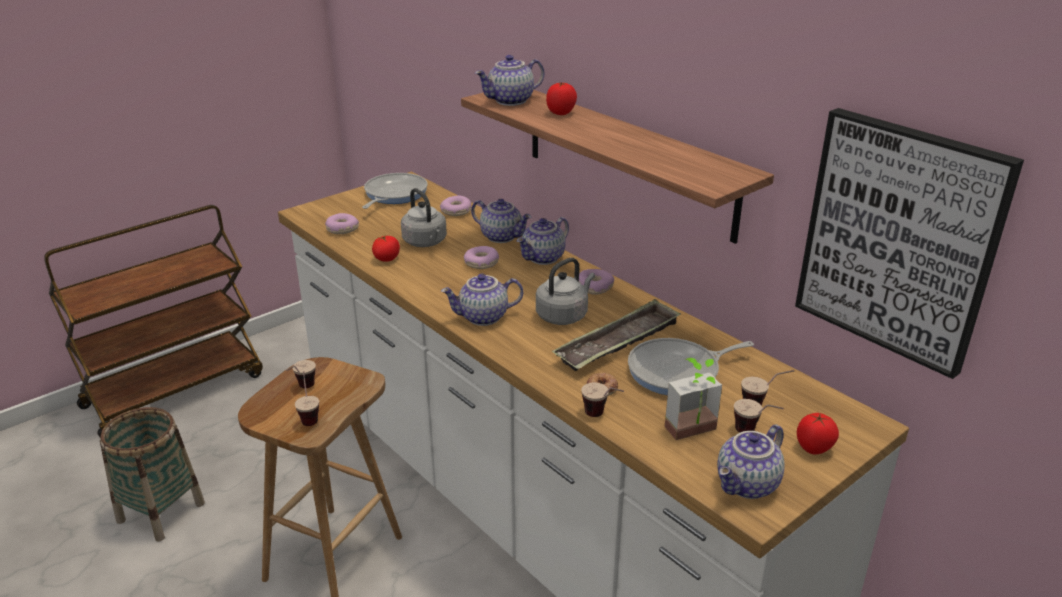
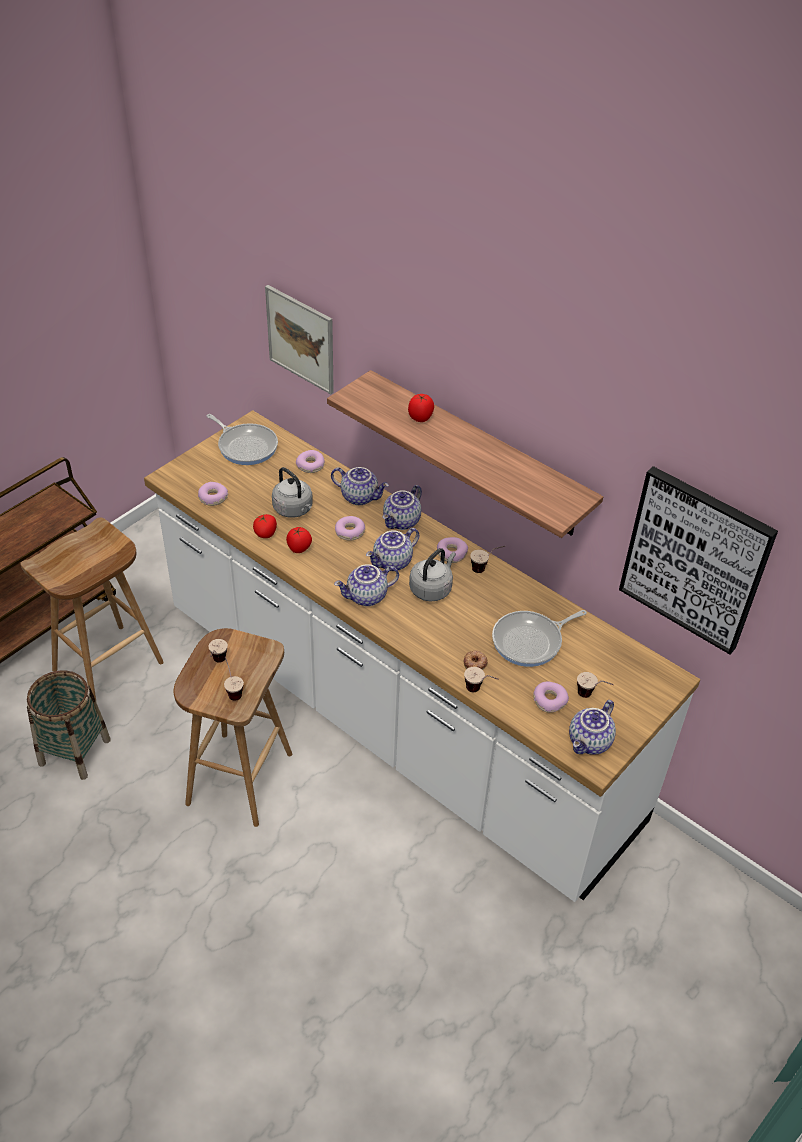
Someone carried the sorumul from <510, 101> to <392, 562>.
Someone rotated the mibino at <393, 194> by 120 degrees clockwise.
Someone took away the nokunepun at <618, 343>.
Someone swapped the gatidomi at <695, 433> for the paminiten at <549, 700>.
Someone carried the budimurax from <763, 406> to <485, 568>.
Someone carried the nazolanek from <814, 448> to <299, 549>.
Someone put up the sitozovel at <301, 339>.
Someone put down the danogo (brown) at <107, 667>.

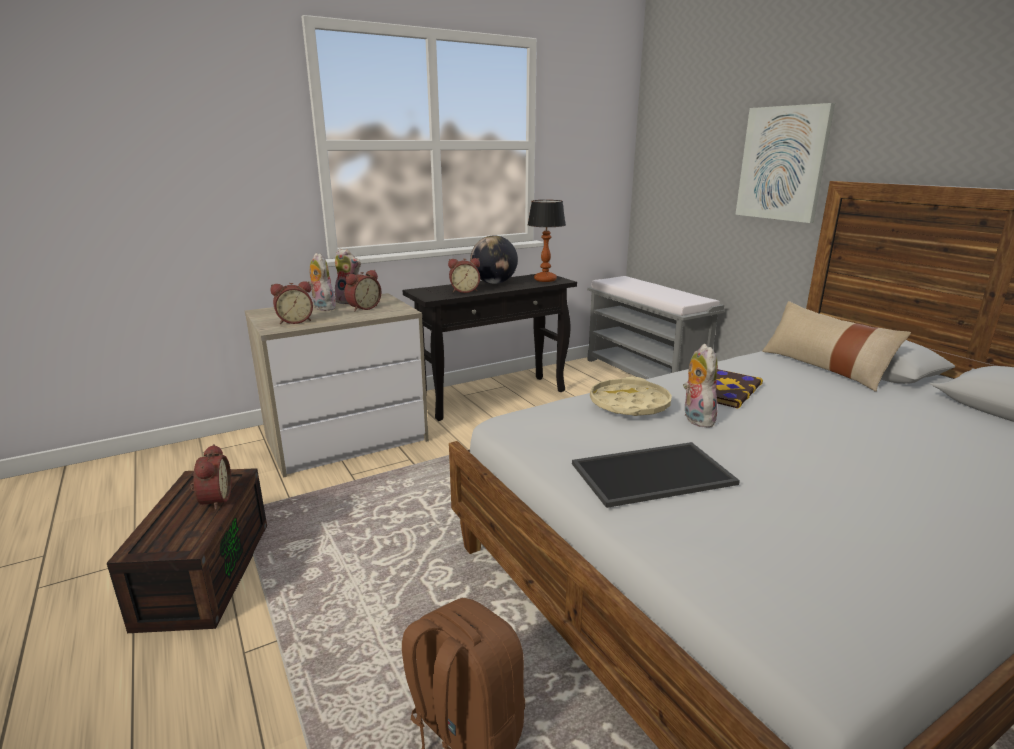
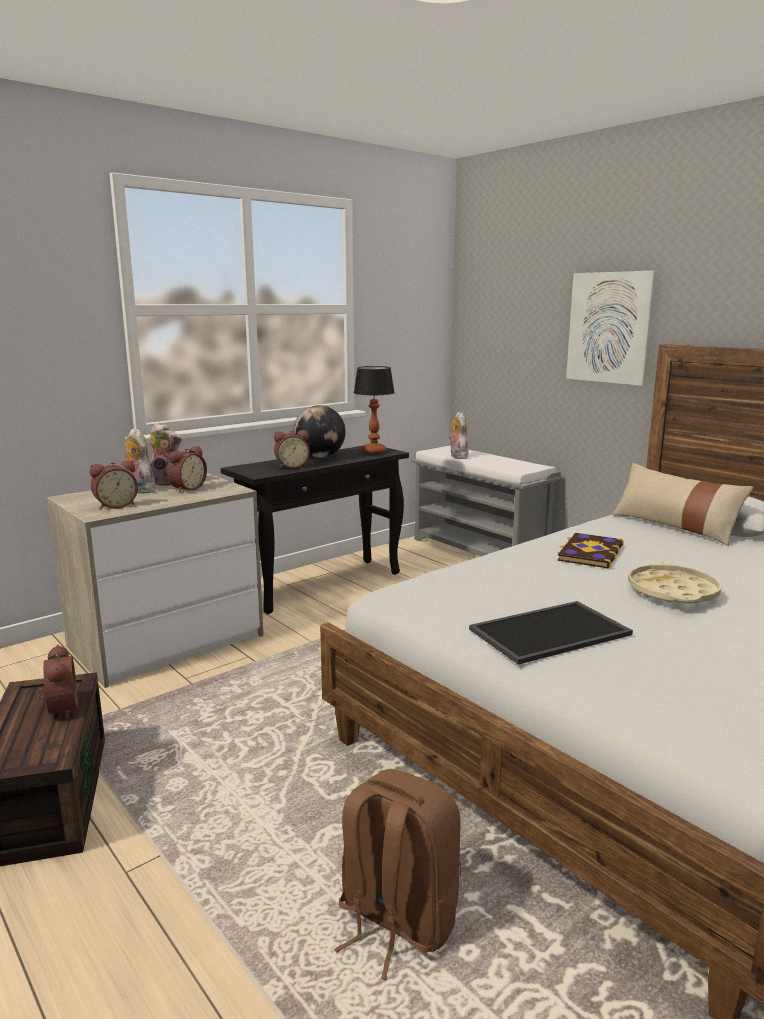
Someone carried the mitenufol from <695, 418> to <457, 457>.
Someone carried the nokunepun (beige) from <629, 404> to <672, 592>.

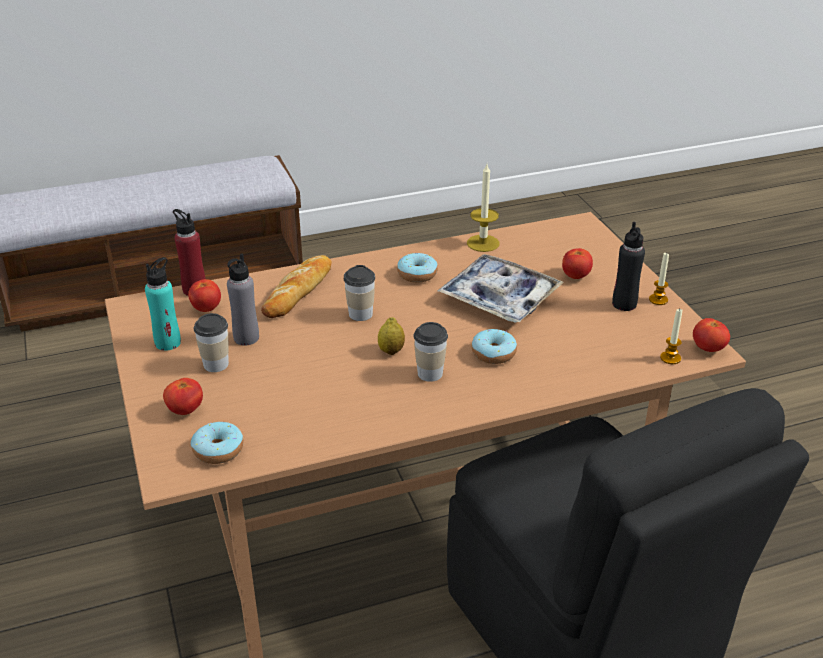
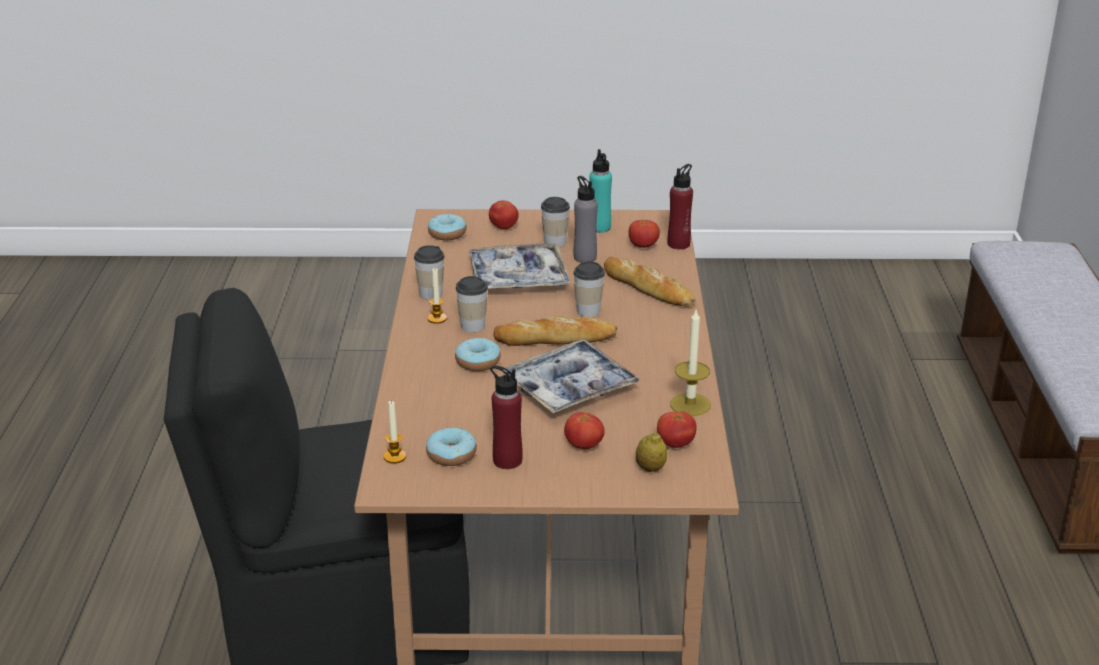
Someone repainted the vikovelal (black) at <624, 304>, which became the vikovelal (red) at <507, 460>.
Someone carried the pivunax from <658, 300> to <437, 318>.
Someone carried the paminiten from <417, 274> to <451, 455>.
Someone carried the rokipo from <391, 351> to <650, 468>.
Someone carried the nazolanek from <708, 349> to <675, 444>.
Someone put down the nokunepun at <518, 278>.
Someone put down the budimurax at <430, 294>.
Someone put down the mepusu at <556, 339>.

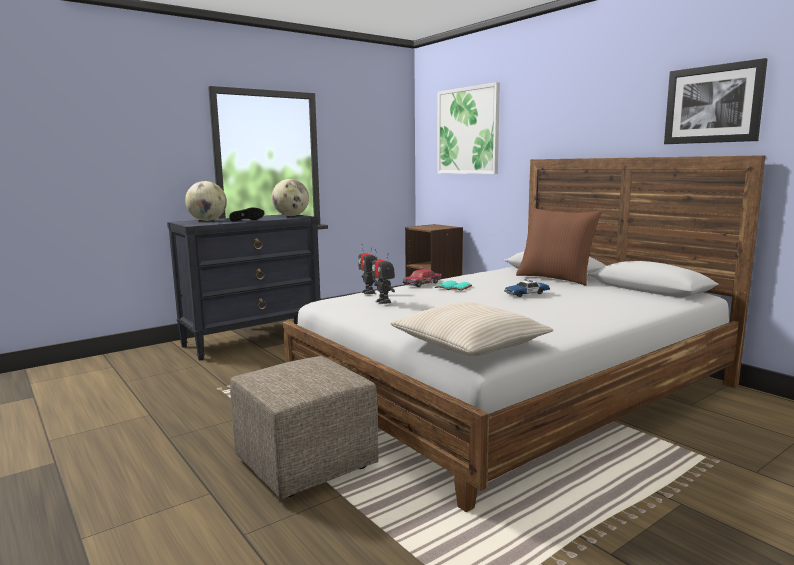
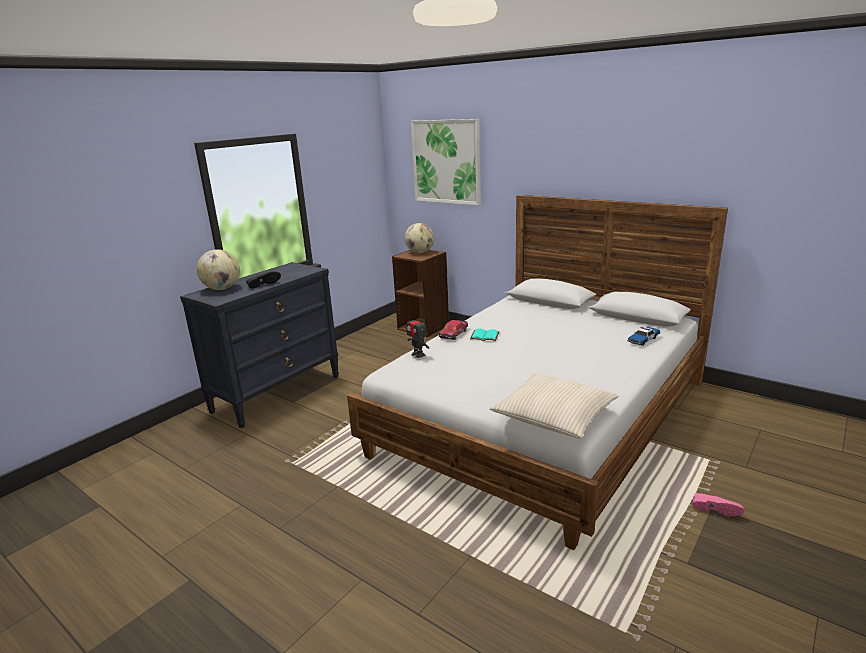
Someone took away the sitozovel at <713, 104>.
Someone carried the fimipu from <291, 216> to <420, 252>.
Someone took away the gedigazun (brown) at <555, 278>.
Someone took away the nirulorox at <383, 301>.
Someone carried the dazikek from <526, 293> to <643, 340>.
Someone took away the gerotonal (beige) at <307, 464>.
Someone put down the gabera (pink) at <715, 509>.

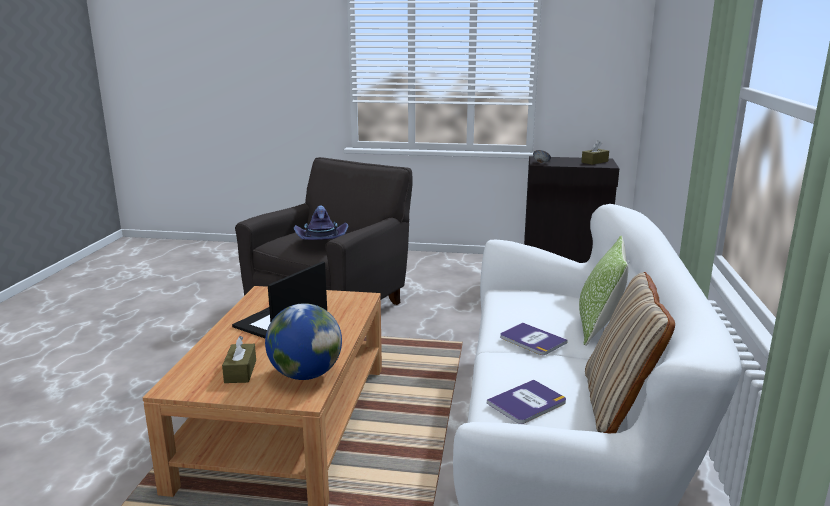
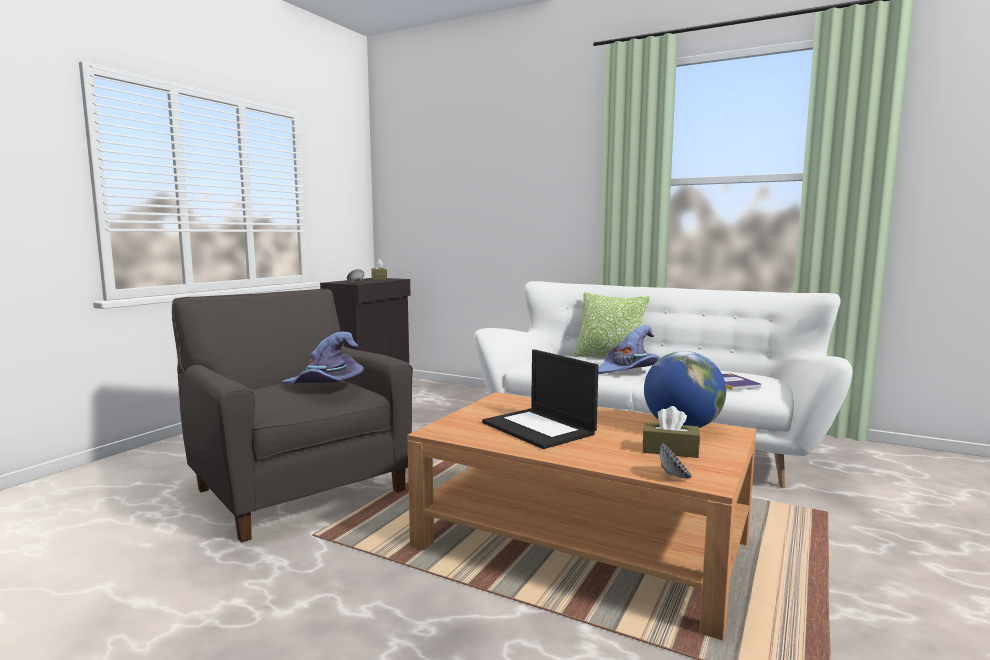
Someone took away the gedigazun (beige) at <618, 404>.
Someone swapped the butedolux at <532, 340> for the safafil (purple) at <629, 370>.
Someone put down the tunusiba at <674, 476>.

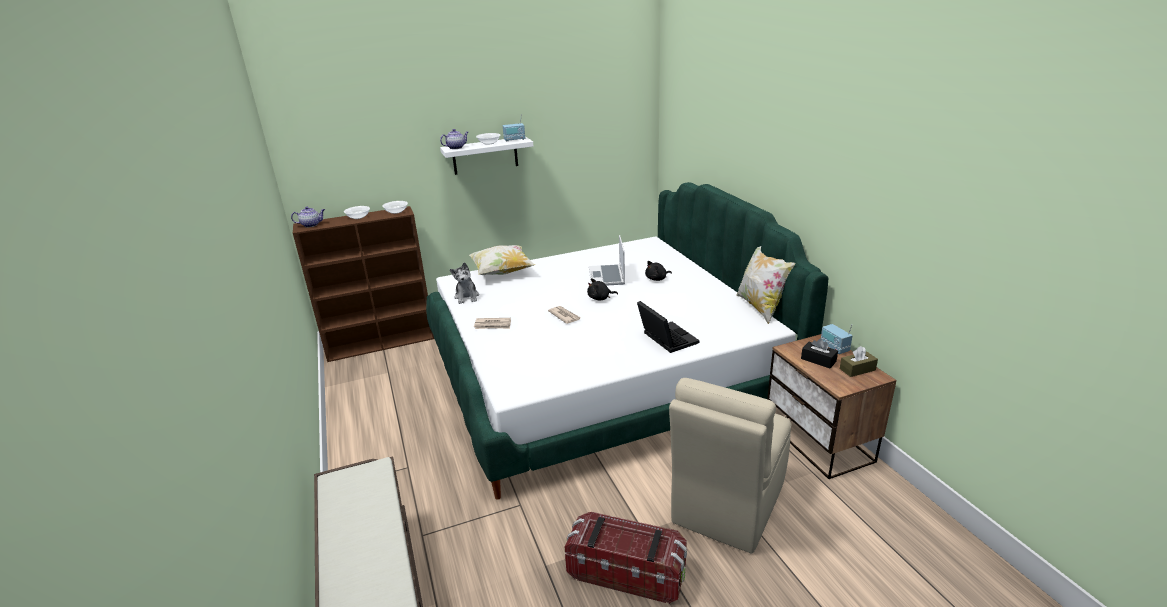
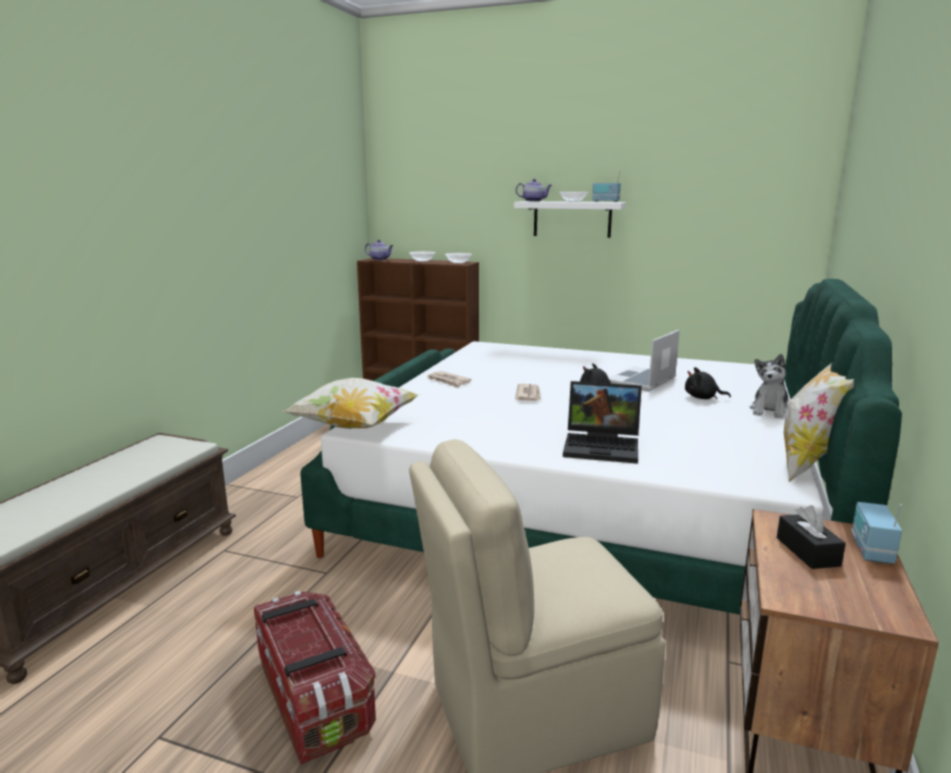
Someone carried the gedigazun from <502, 272> to <354, 426>.
Someone carried the mitenufol from <467, 297> to <770, 411>.
Someone rotated the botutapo at <665, 338> by 90 degrees clockwise.
Someone took away the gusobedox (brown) at <857, 369>.

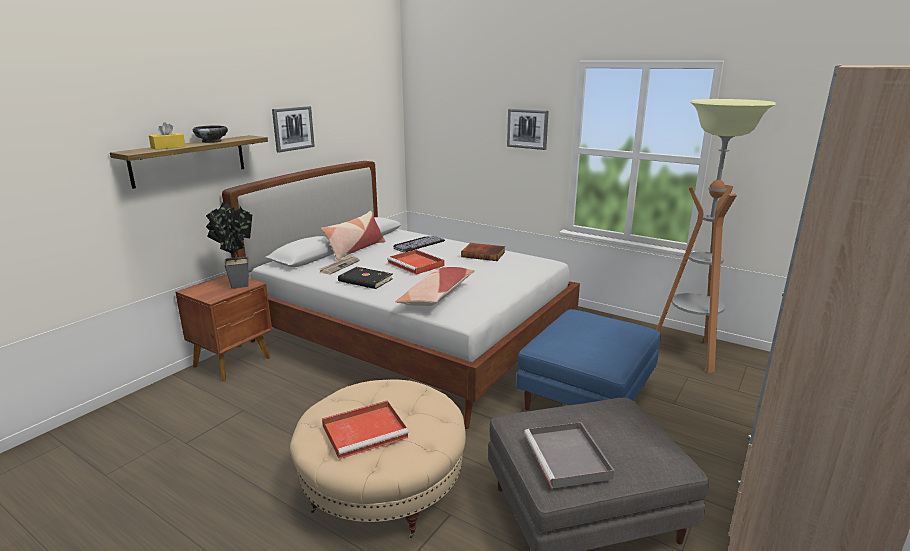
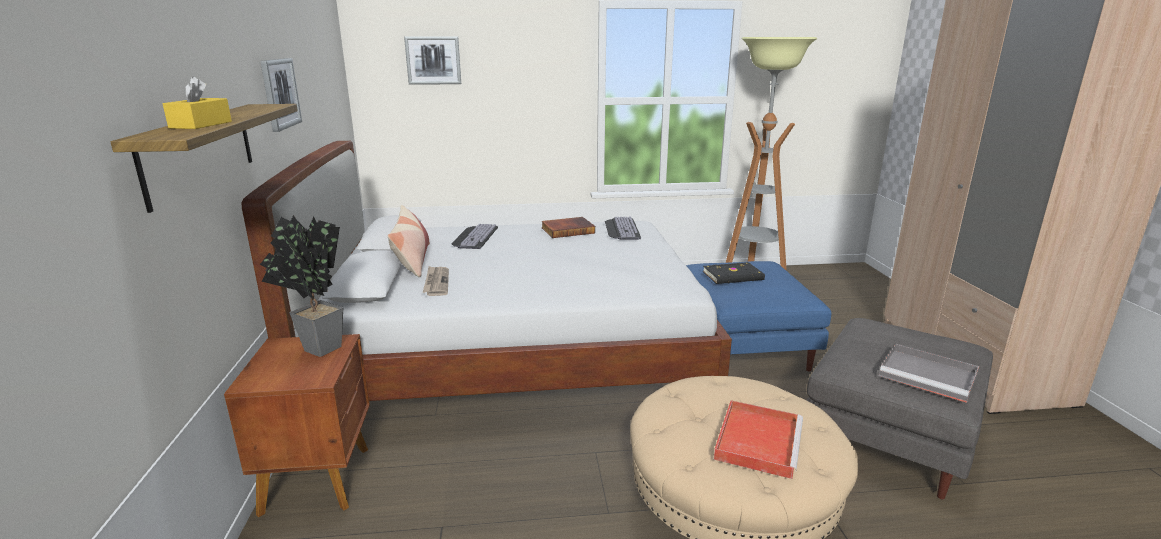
Someone carried the sitozovel from <527, 129> to <433, 60>.
Someone took away the tunusiba (black) at <212, 141>.
Someone took away the nokunepun (red) at <417, 264>.
Someone carried the butedolux (black) from <365, 280> to <733, 276>.
Someone took away the gedigazun at <436, 296>.
Someone put down the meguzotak at <621, 229>.

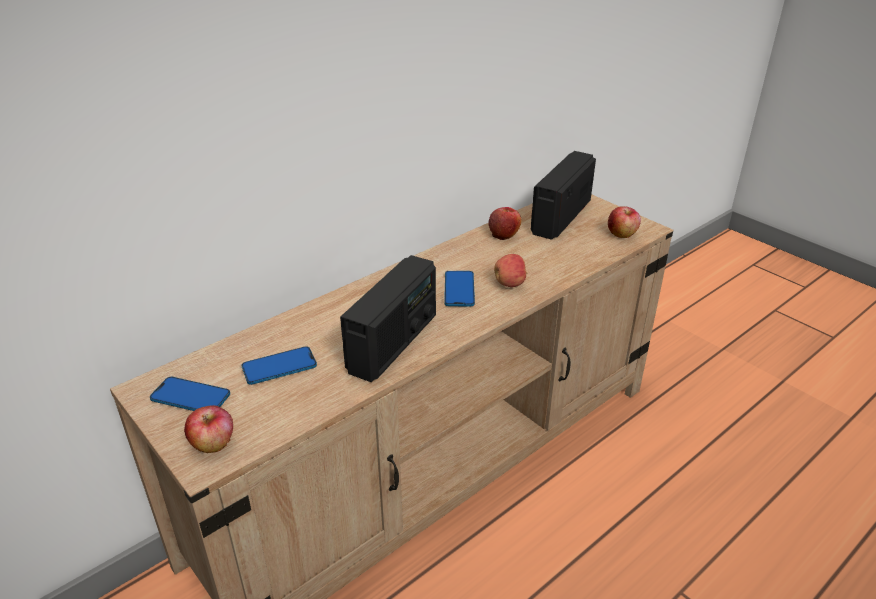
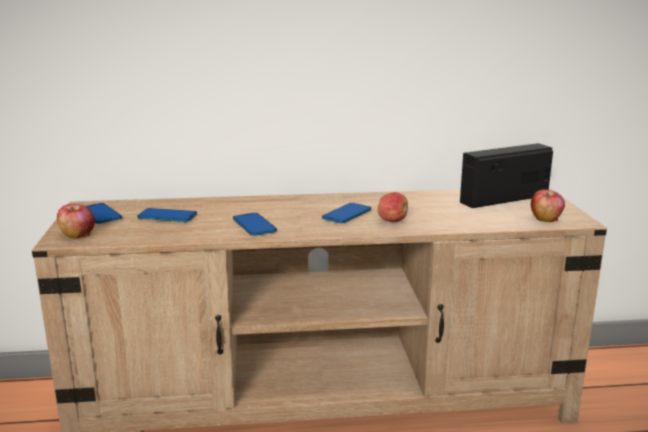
Someone took away the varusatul at <504, 234>.
Someone swapped the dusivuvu at <393, 343> for the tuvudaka at <254, 225>.

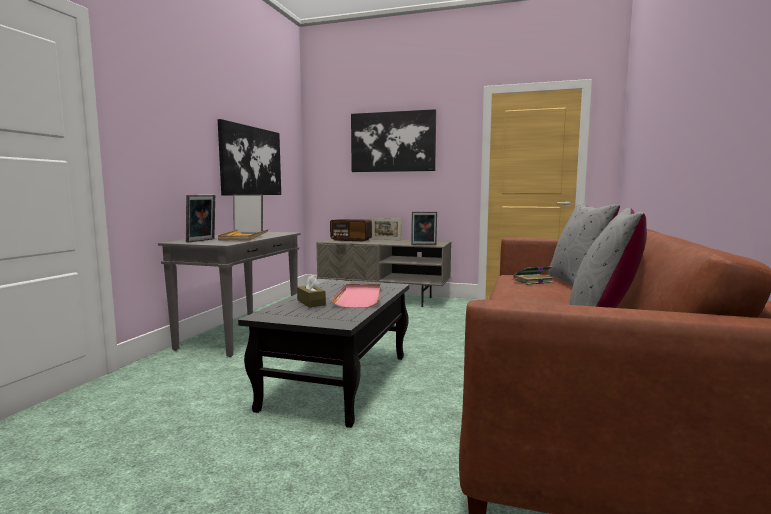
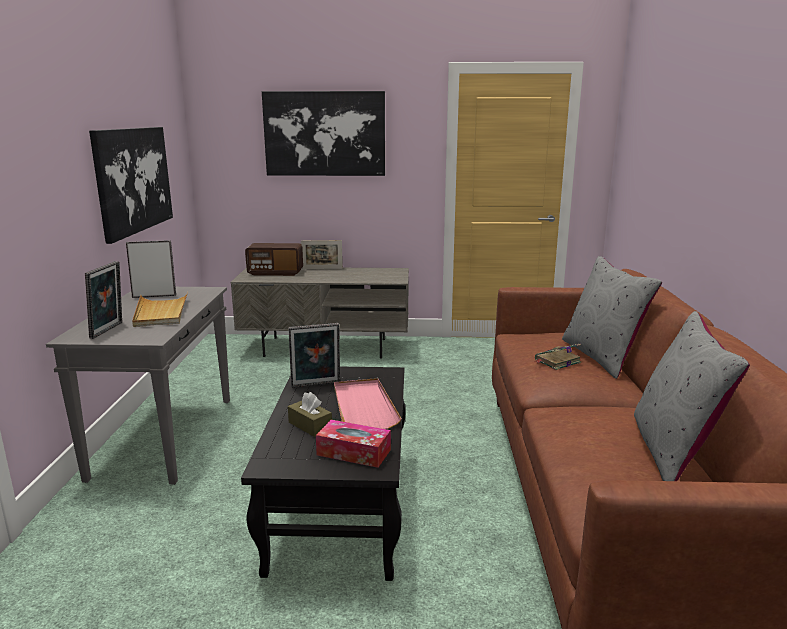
Someone carried the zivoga from <423, 244> to <316, 385>.
Someone put down the gusobedox at <353, 452>.

